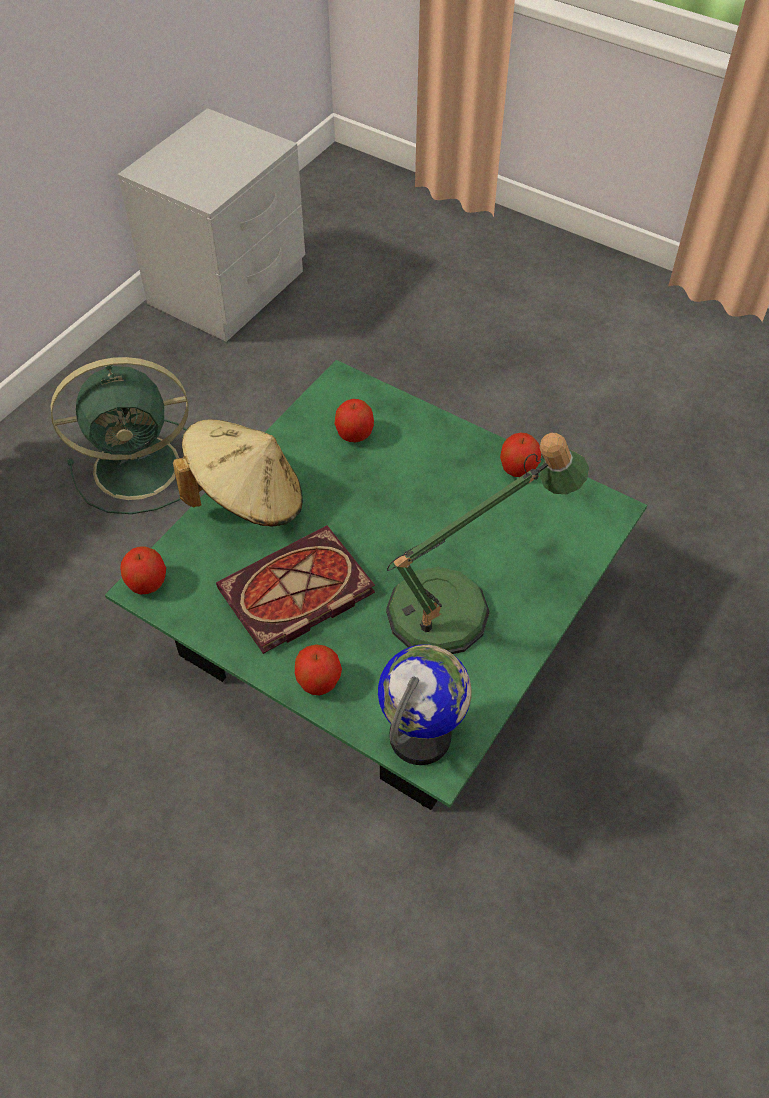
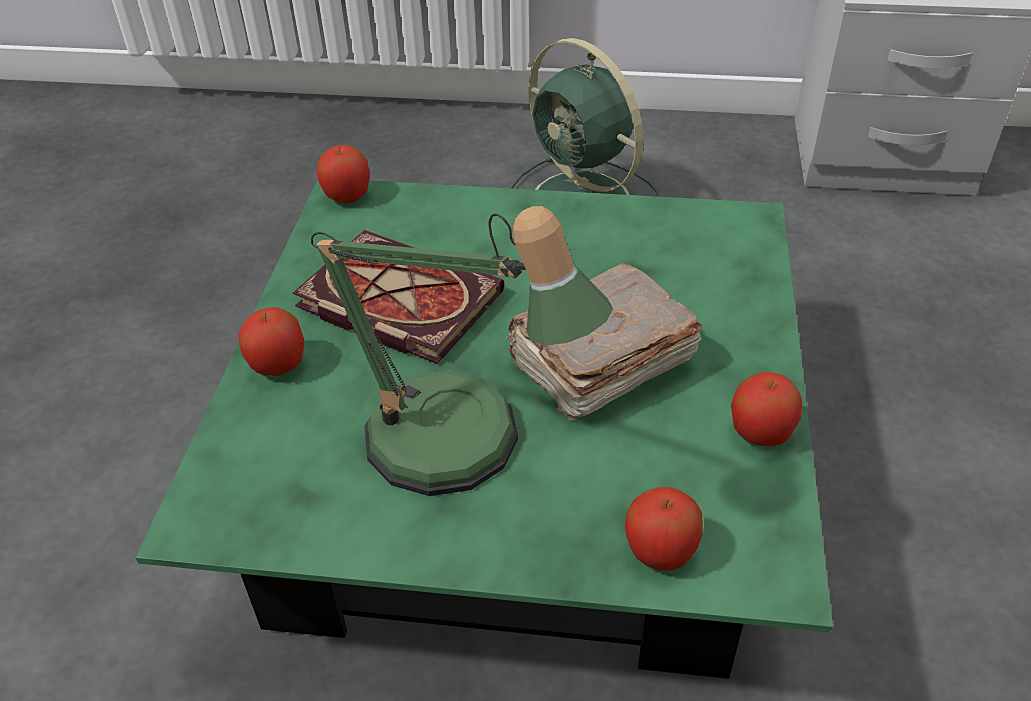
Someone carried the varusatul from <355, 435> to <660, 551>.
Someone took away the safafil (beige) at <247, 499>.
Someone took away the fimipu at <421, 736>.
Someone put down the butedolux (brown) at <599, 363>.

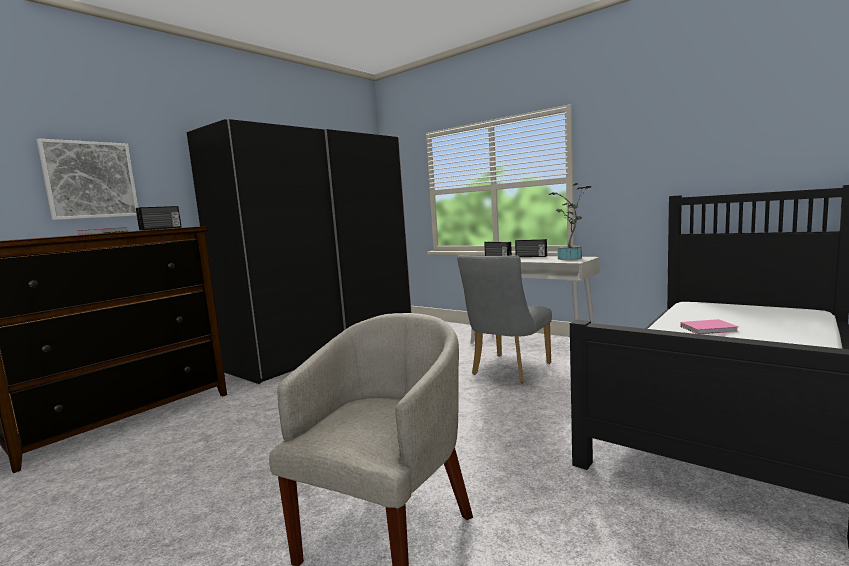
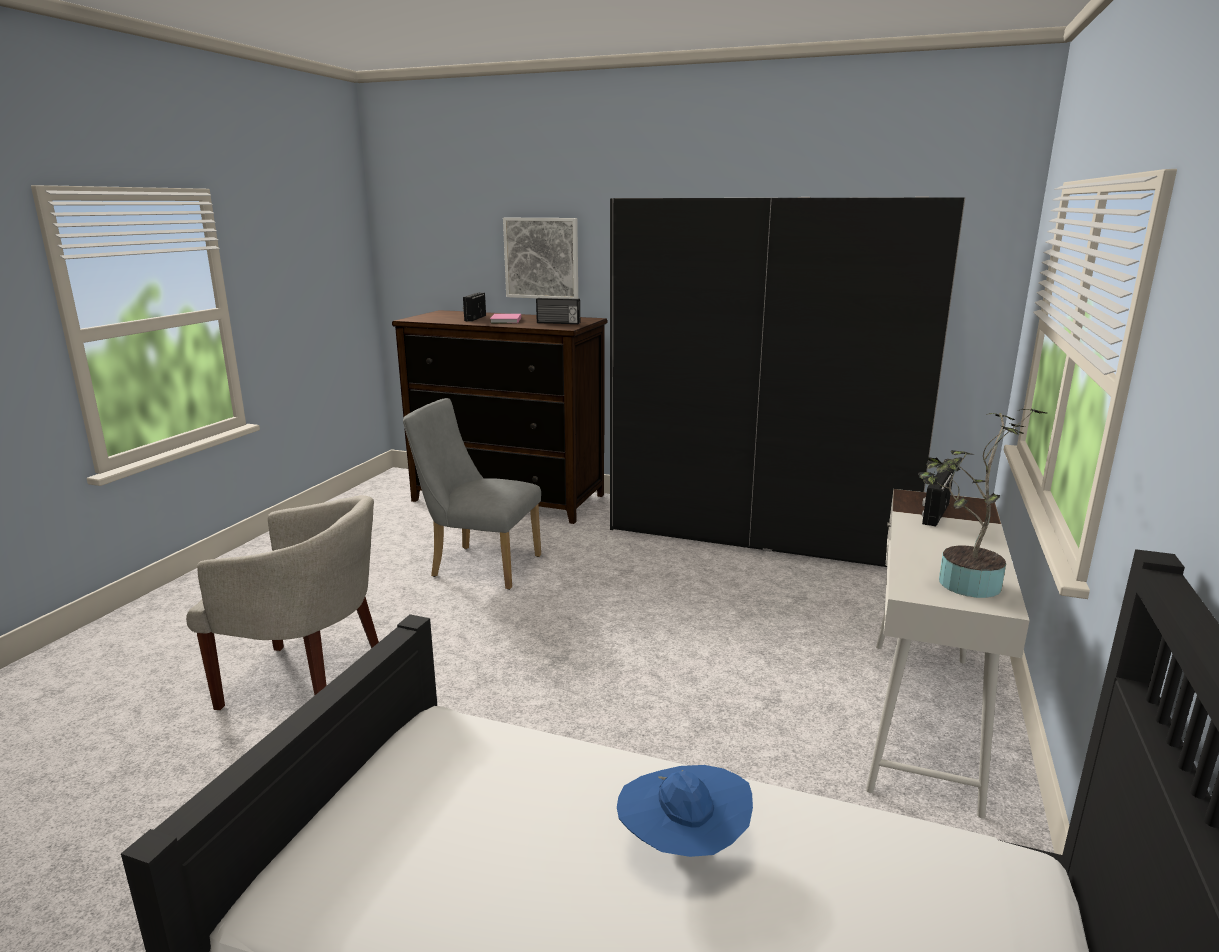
Someone carried the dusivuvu from <531, 256> to <474, 318>.
Someone carried the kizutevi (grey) from <508, 370> to <478, 565>.
Someone swapped the butedolux (pink) at <710, 329> for the safafil (blue) at <683, 847>.

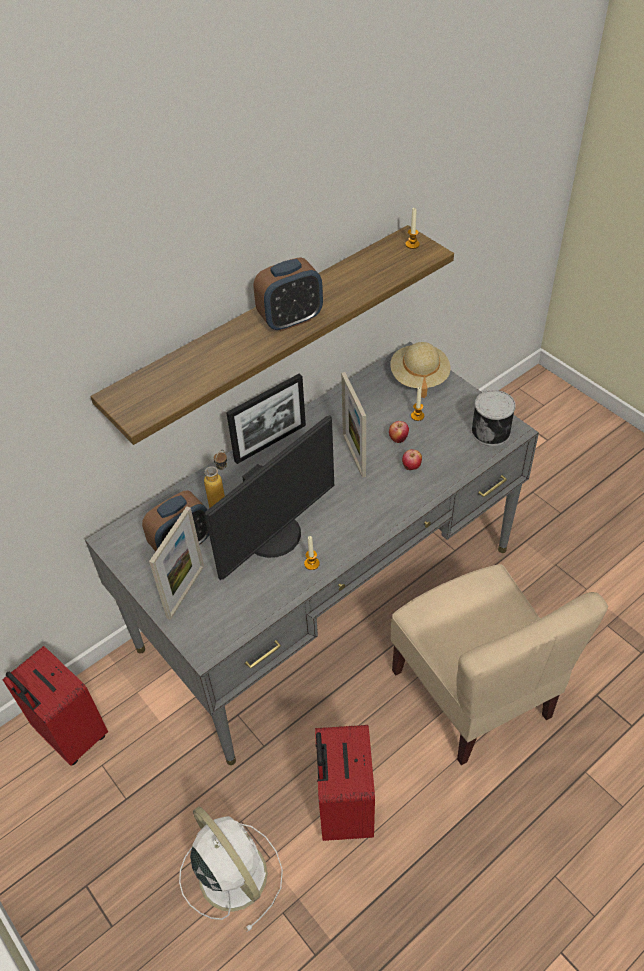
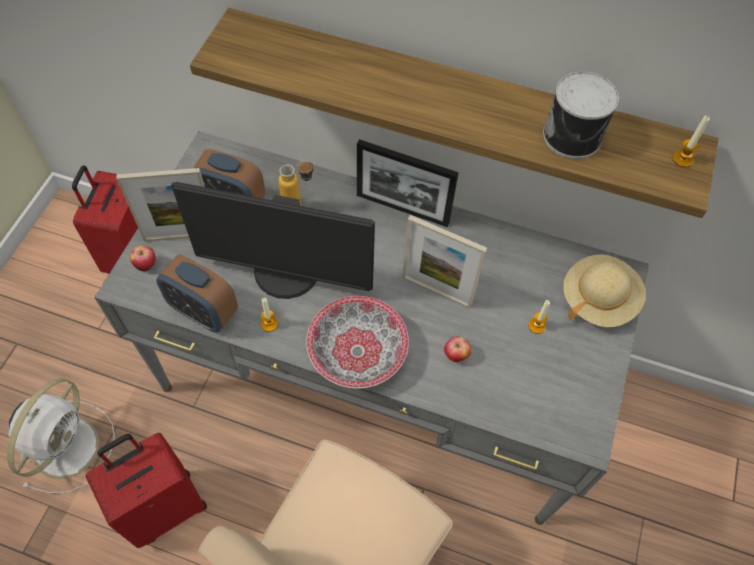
Someone carried the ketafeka from <290, 319> to <204, 311>.
Someone rotated the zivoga at <354, 455> by 105 degrees counterclockwise.
Someone carried the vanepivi from <491, 431> to <573, 136>.
Someone carried the varusatul from <398, 439> to <146, 265>.
Someone put down the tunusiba at <356, 351>.

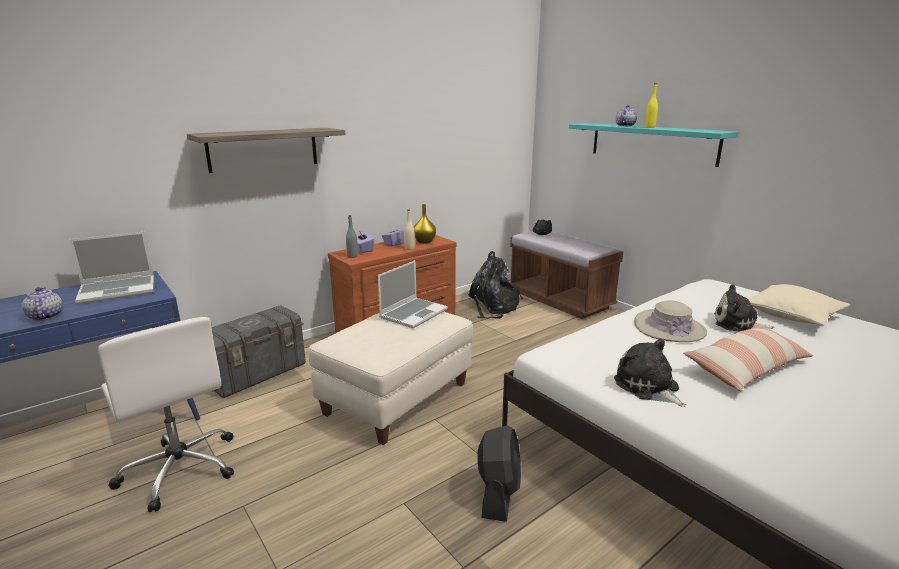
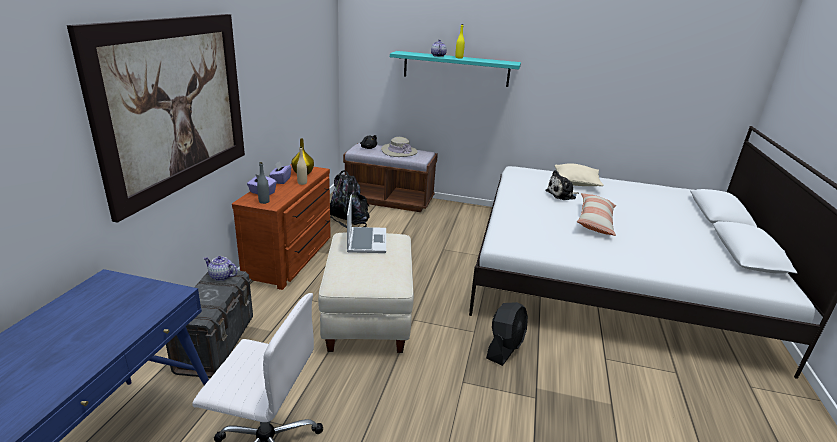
Someone swapped the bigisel at <263, 149> for the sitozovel at <175, 106>.
Someone took away the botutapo at <119, 290>.
Someone carried the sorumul from <45, 316> to <221, 276>.
Someone carried the safafil (beige) from <669, 328> to <399, 151>.
Someone took away the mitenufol at <648, 387>.
Someone rotated the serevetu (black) at <498, 493> by 60 degrees clockwise.

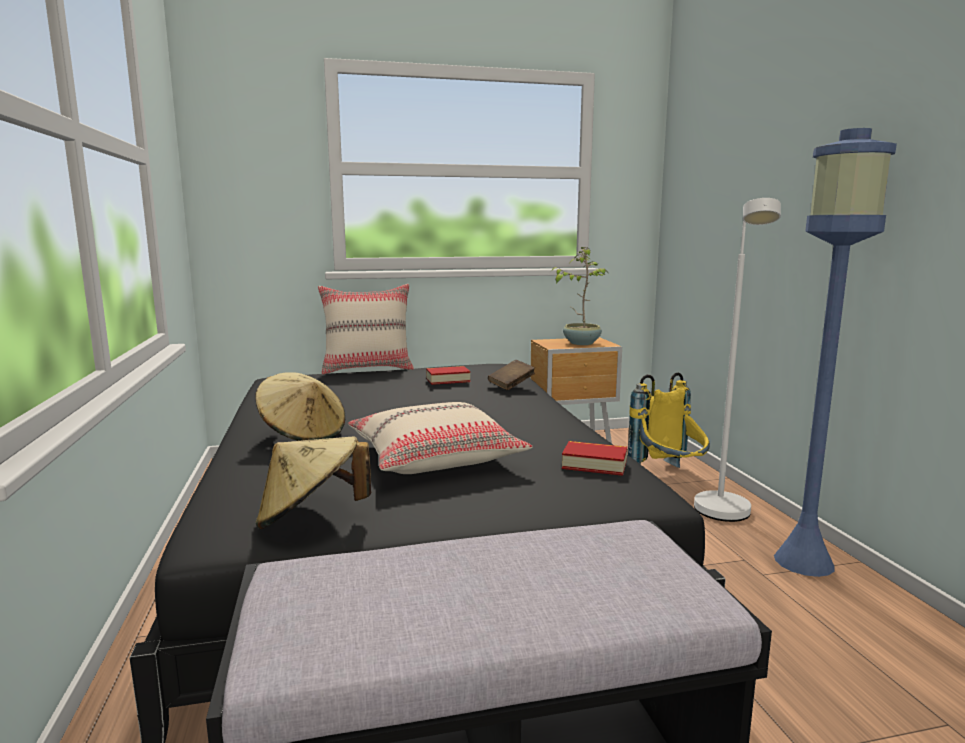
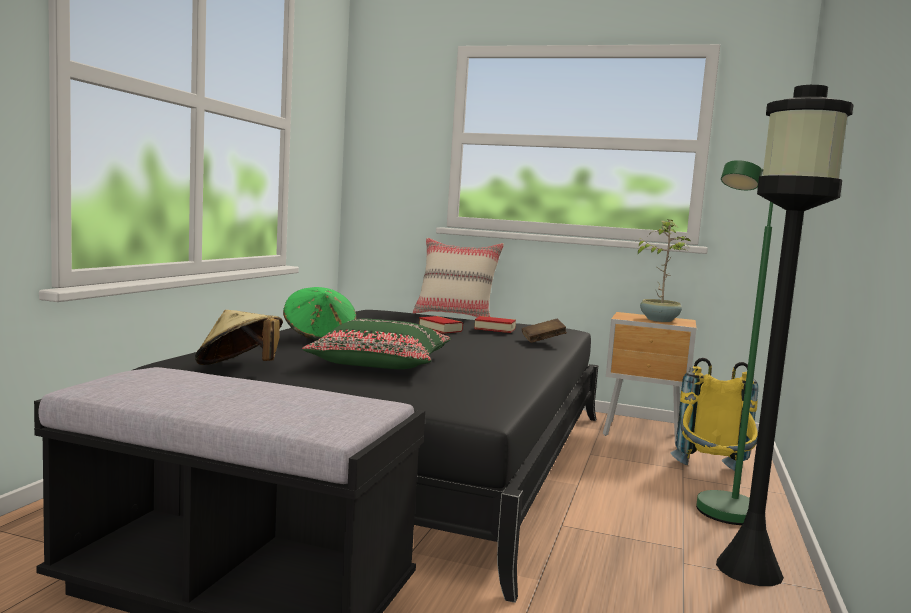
Someone repainted the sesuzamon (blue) at <803, 562>, which became the sesuzamon (black) at <748, 569>.
Someone repainted the sesuzamon (white) at <724, 516>, which became the sesuzamon (green) at <720, 517>.
Someone repainted the safafil (beige) at <303, 434>, which became the safafil (green) at <319, 336>.
Someone repainted the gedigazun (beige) at <435, 456>, which became the gedigazun (green) at <380, 362>.
Someone carried the butedolux from <594, 464> to <440, 329>.

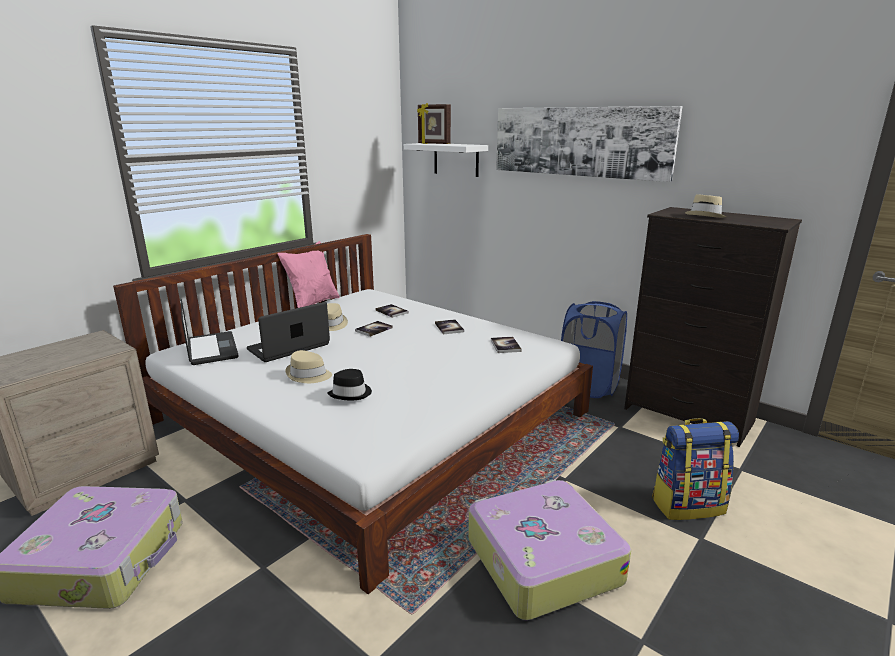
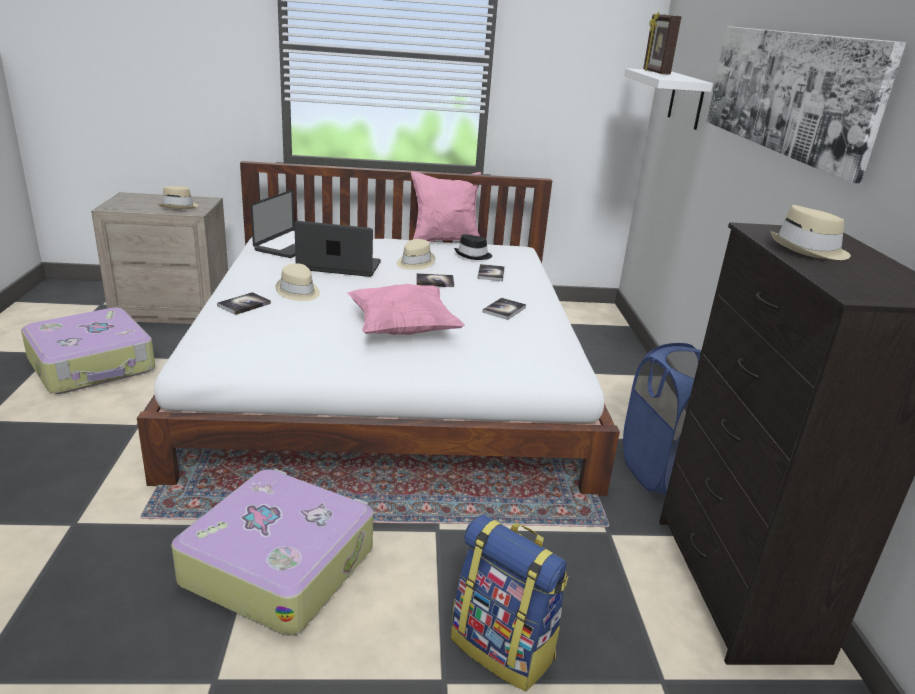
Someone carried the butedolux from <505, 345> to <244, 304>.
Someone carried the safafil (black) from <351, 393> to <473, 255>.
Someone put down the safafil (beige) at <179, 206>.
Someone put down the gedigazun (pink) at <403, 329>.

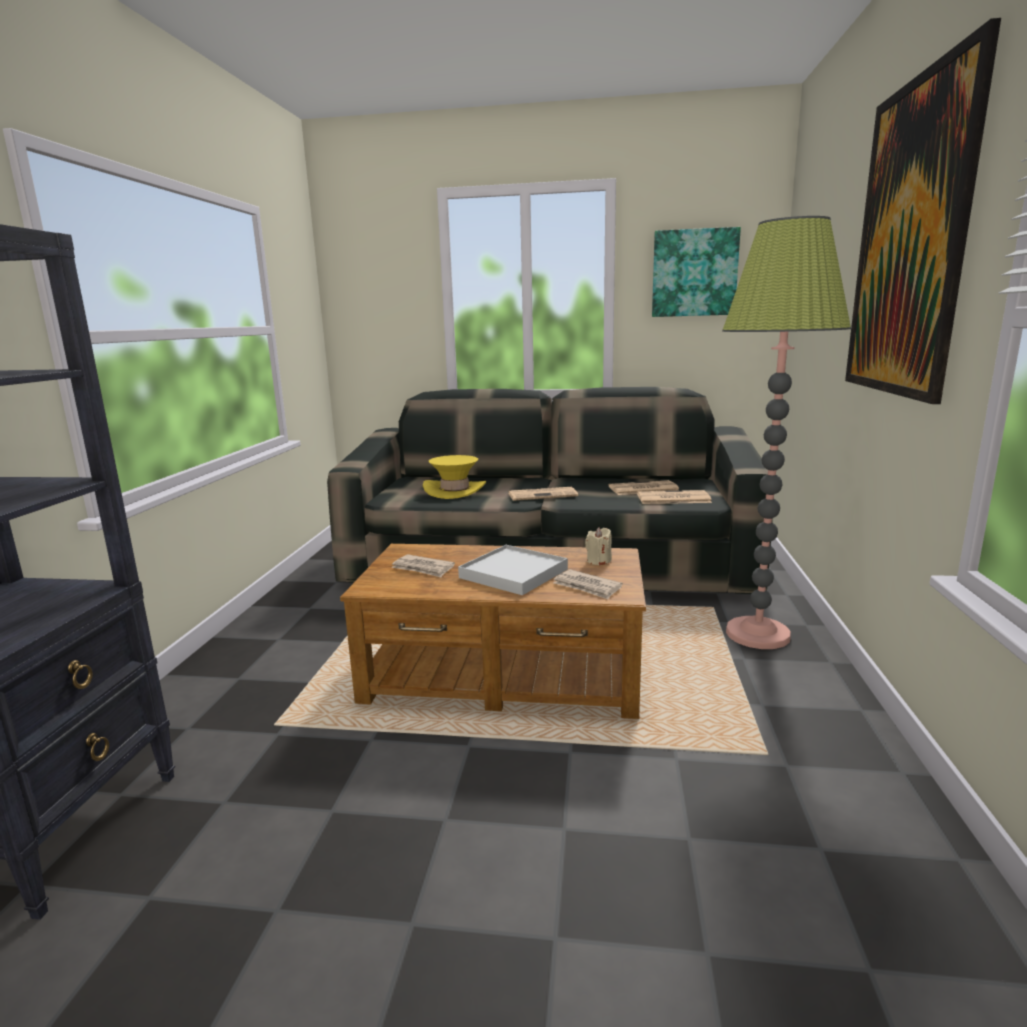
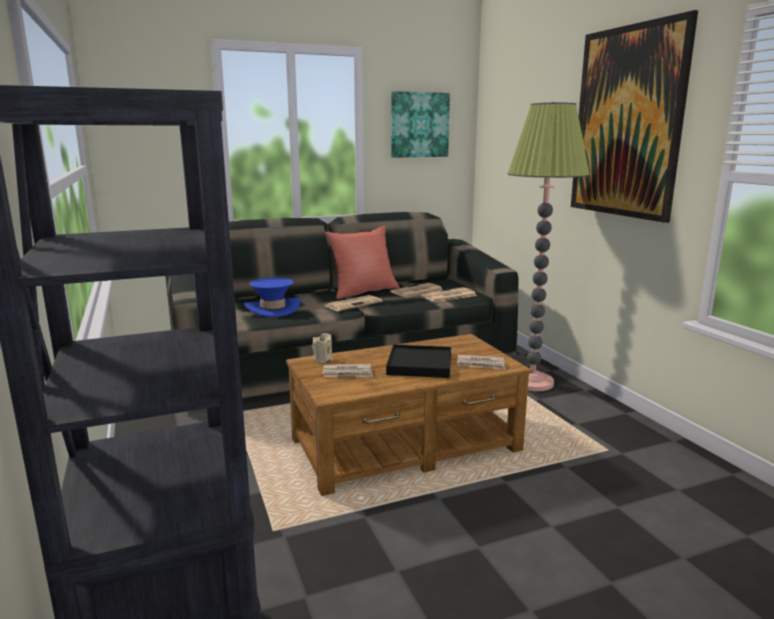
Someone repainted the safafil (yellow) at <455, 490>, which became the safafil (blue) at <273, 309>.
Someone carried the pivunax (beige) from <598, 561> to <323, 360>.
Someone repainted the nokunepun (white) at <513, 573>, which became the nokunepun (black) at <419, 364>.
Someone put down the gedigazun (red) at <363, 291>.

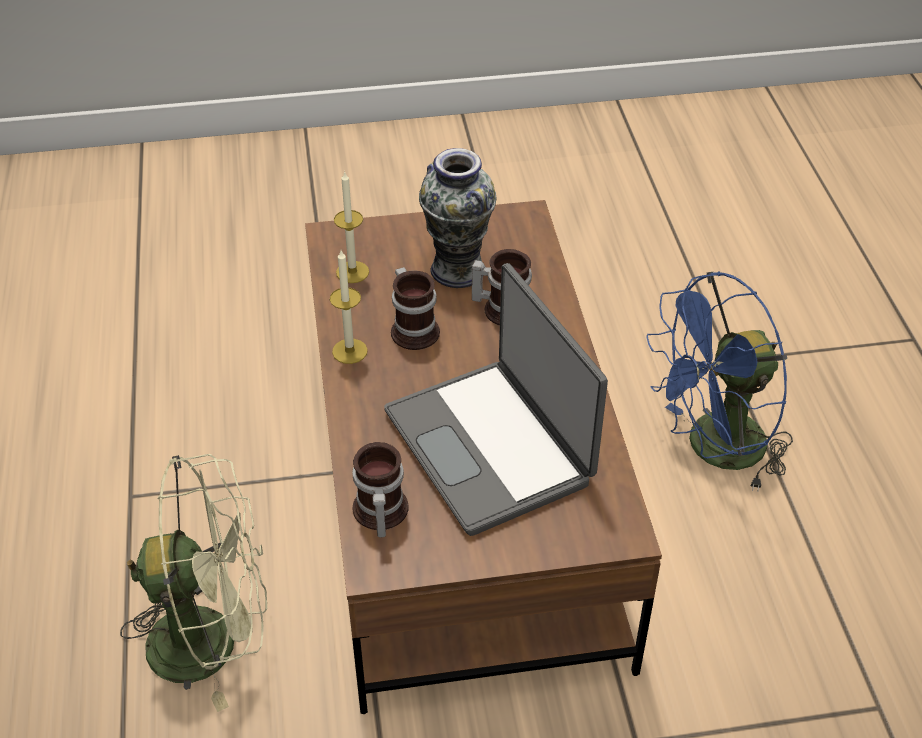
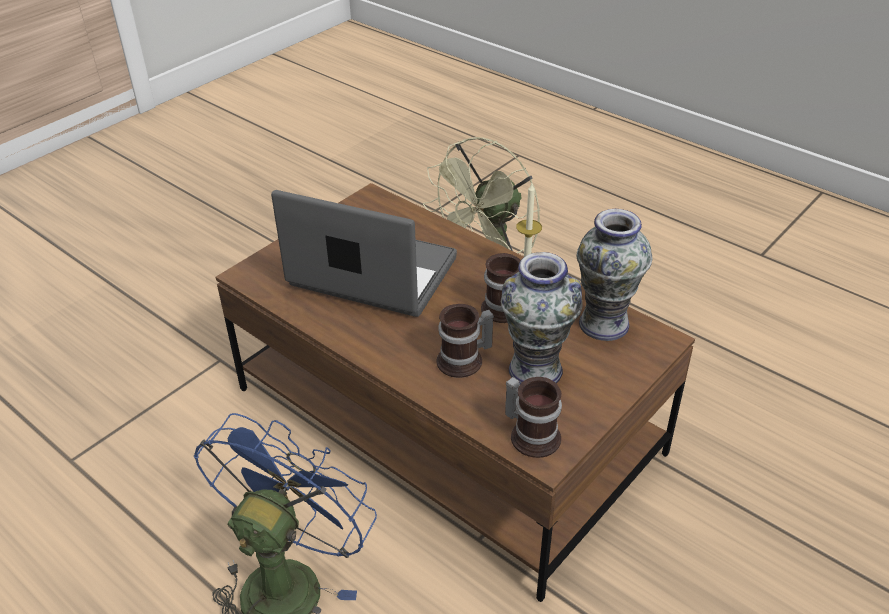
Someone swapped the pivunax at <352, 272> for the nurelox at <603, 323>.
Someone carried the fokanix from <378, 513> to <533, 434>.

